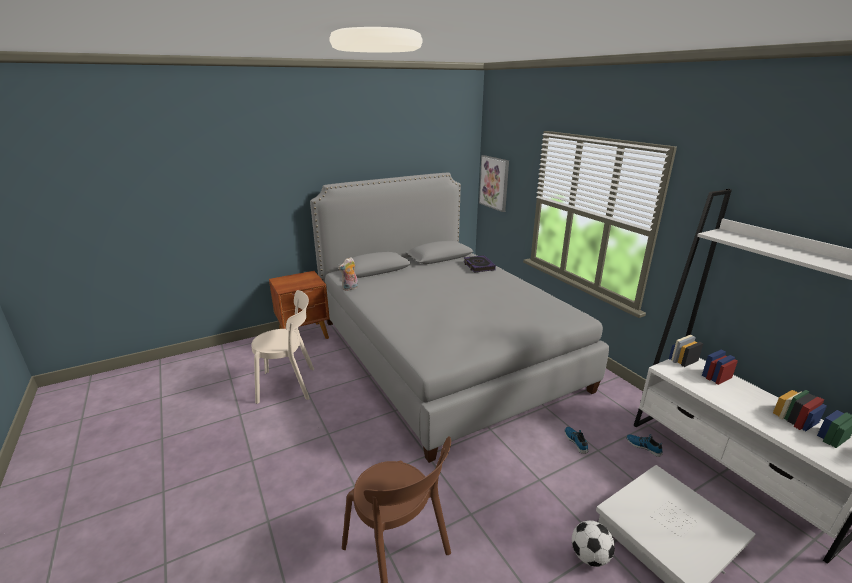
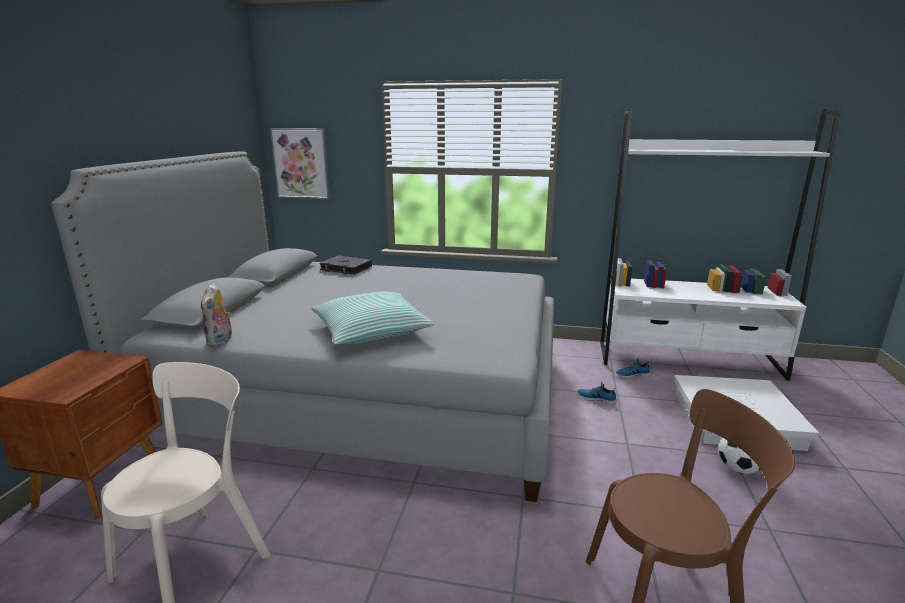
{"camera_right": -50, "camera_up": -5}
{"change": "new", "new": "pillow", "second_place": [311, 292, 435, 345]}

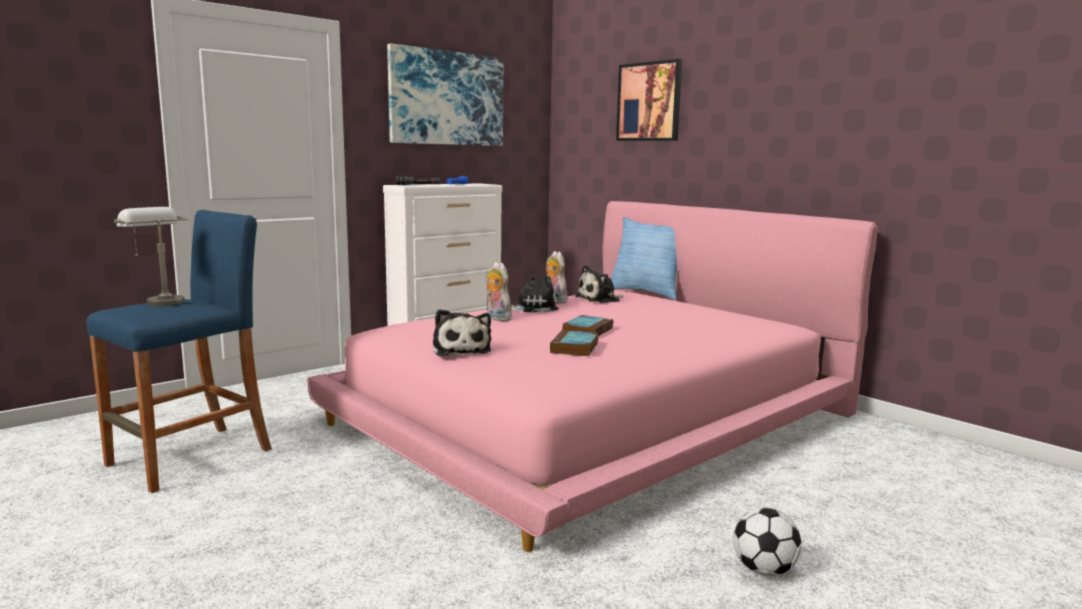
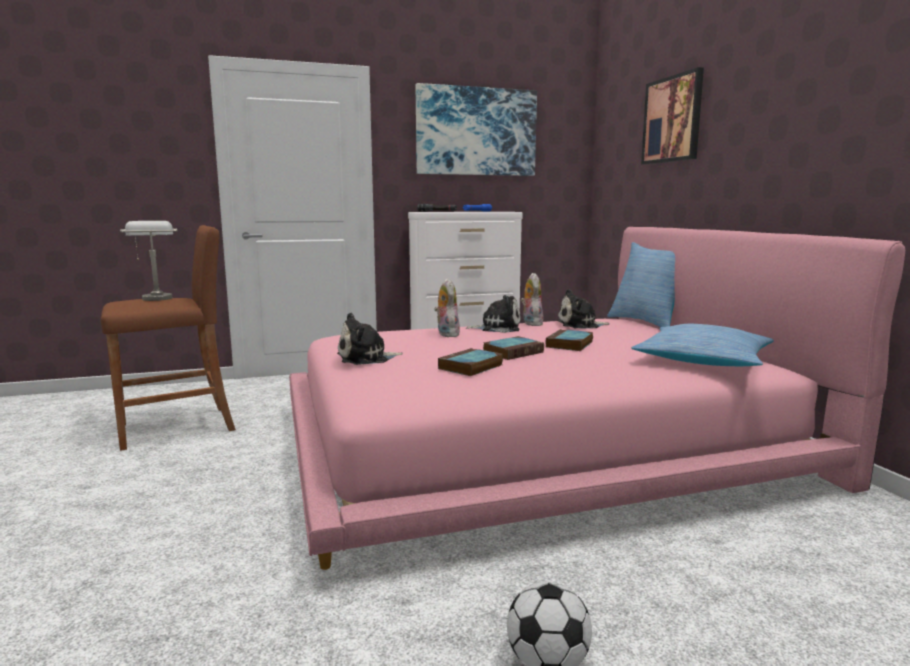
{"camera_right": 25, "camera_up": 0}
{"change": "new", "new": "book", "second_place": [546, 329, 593, 351]}
{"change": "new", "new": "pillow", "second_place": [631, 324, 774, 366]}
{"change": "repainted", "old": "blue stool", "new": "brown stool", "first_place": [86, 210, 272, 493], "second_place": [101, 225, 236, 451]}
{"change": "rotated", "old": "plush toy", "first_place": [433, 309, 491, 357], "second_place": [337, 313, 404, 365], "degrees": 60}

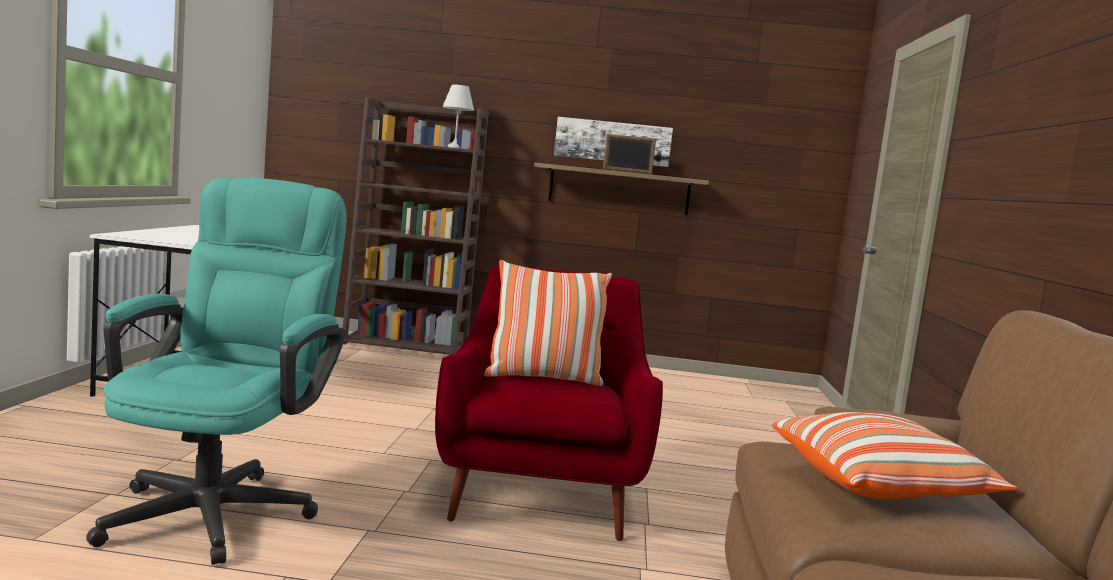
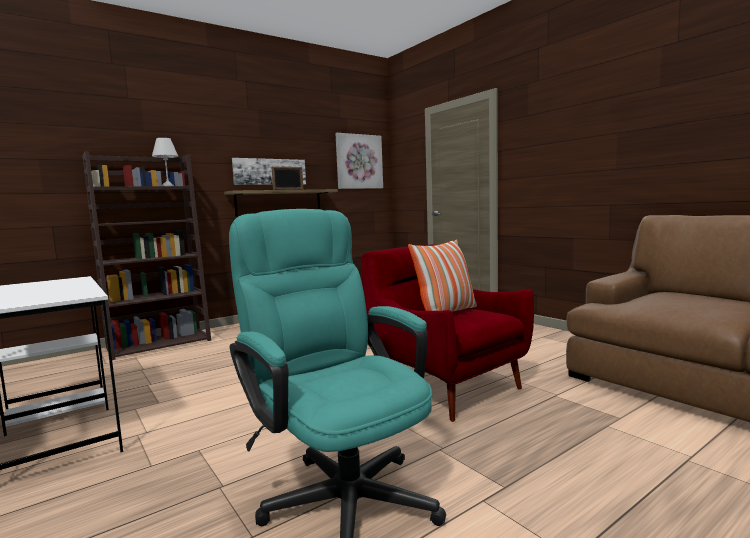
{"camera_right": -40, "camera_up": 0}
{"change": "gone", "old": "pillow", "first_place": [772, 412, 1018, 499]}
{"change": "new", "new": "picture", "second_place": [335, 133, 383, 189]}

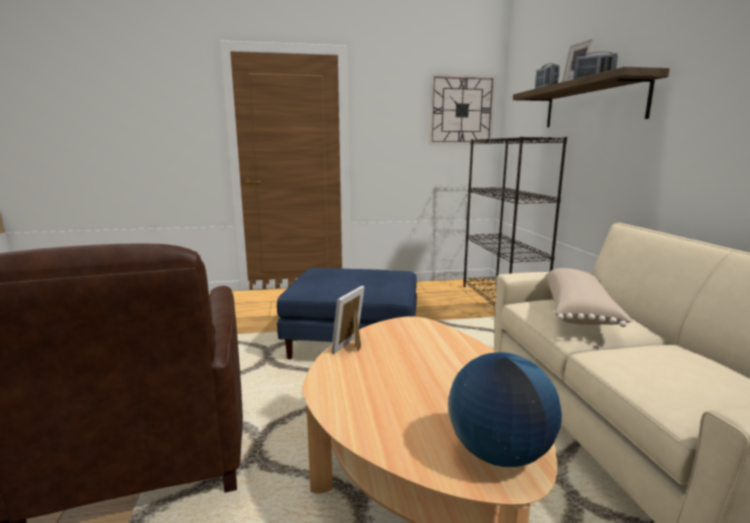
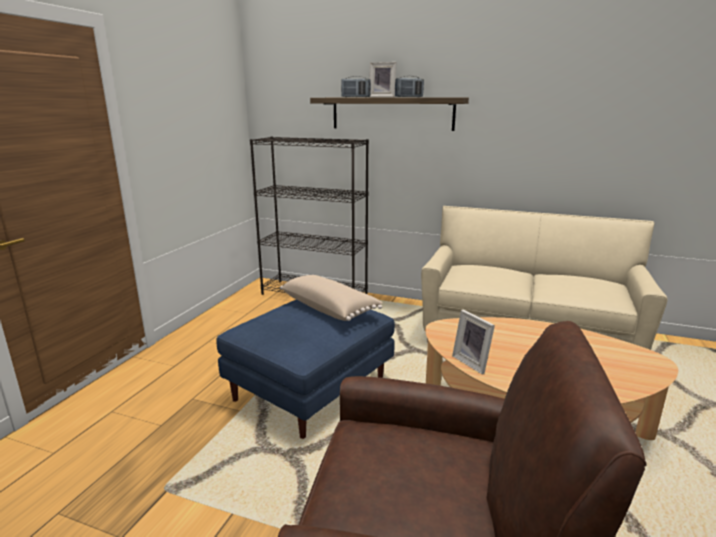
{"camera_right": -60, "camera_up": 5}
{"change": "gone", "old": "wall clock", "first_place": [429, 74, 496, 145]}
{"change": "gone", "old": "globe", "first_place": [448, 352, 562, 467]}
{"change": "shifted", "old": "beige pillow", "first_place": [545, 268, 632, 327], "second_place": [280, 275, 383, 321]}

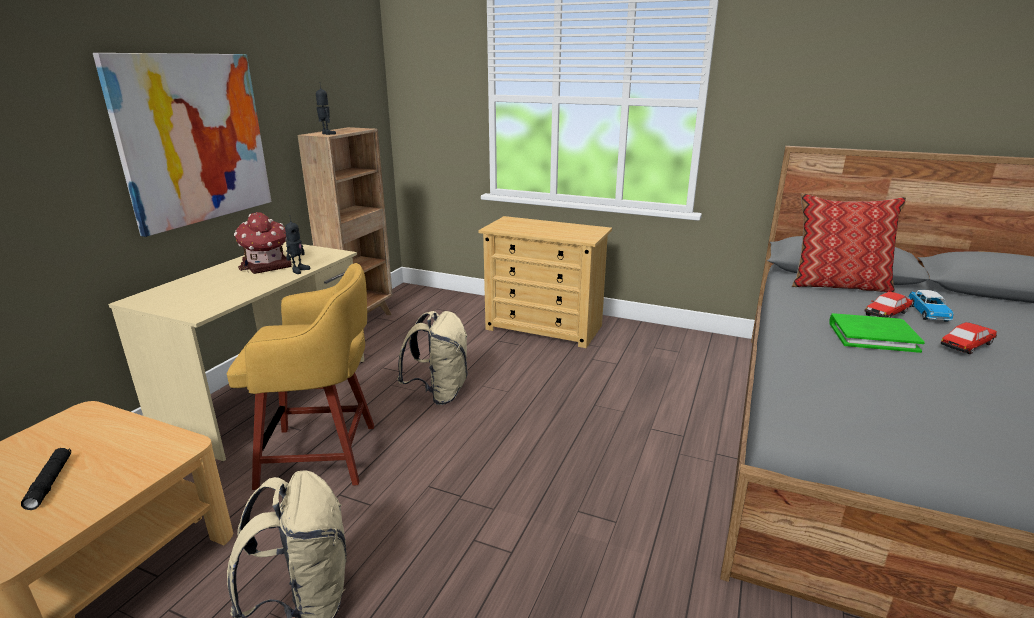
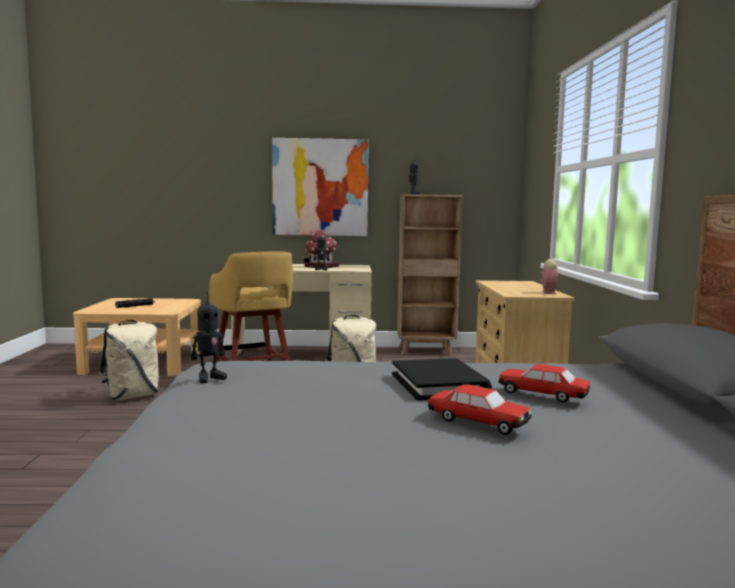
{"camera_right": 65, "camera_up": -15}
{"change": "gone", "old": "pillow", "first_place": [792, 194, 906, 292]}
{"change": "gone", "old": "toy car", "first_place": [908, 290, 954, 322]}
{"change": "new", "new": "toy robot", "second_place": [191, 292, 227, 383]}
{"change": "new", "new": "alarm clock", "second_place": [540, 259, 558, 294]}
{"change": "repainted", "old": "green book", "new": "black book", "first_place": [829, 313, 925, 353], "second_place": [392, 358, 492, 400]}

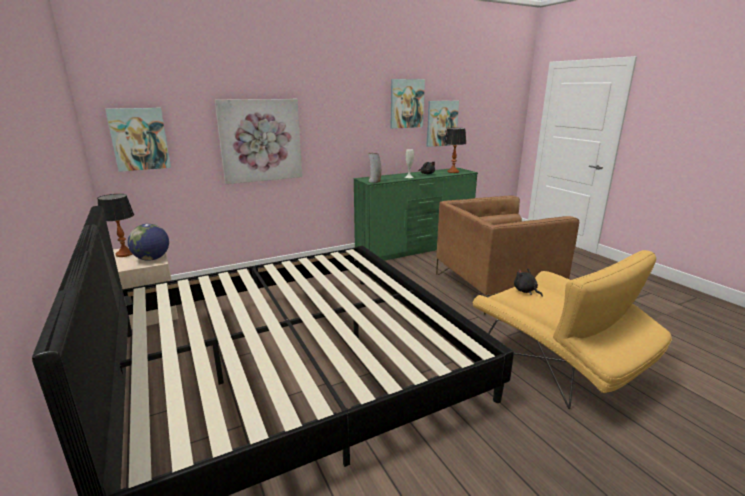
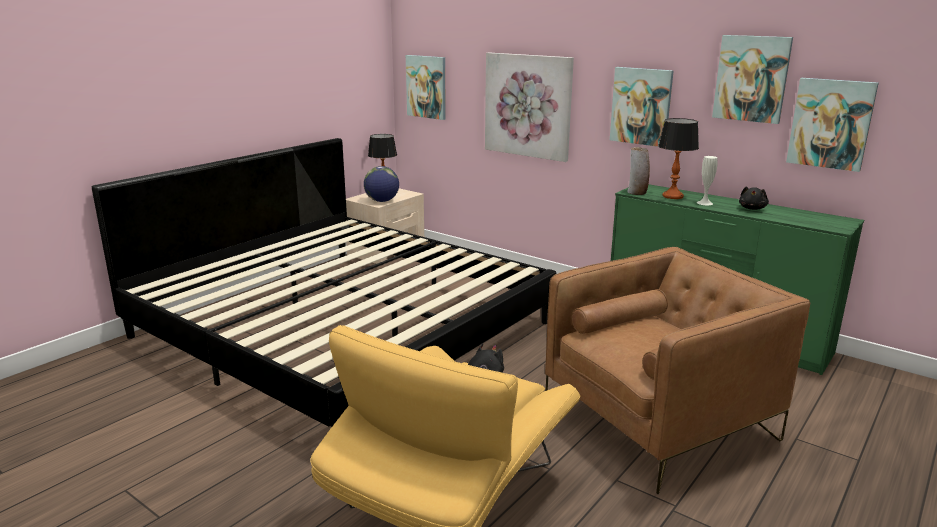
{"camera_right": 65, "camera_up": 0}
{"change": "new", "new": "picture", "second_place": [610, 67, 674, 147]}
{"change": "shifted", "old": "table lamp", "first_place": [444, 127, 467, 173], "second_place": [658, 118, 699, 199]}
{"change": "rotated", "old": "brown armchair", "first_place": [436, 196, 579, 315], "second_place": [545, 247, 810, 494], "degrees": 105}

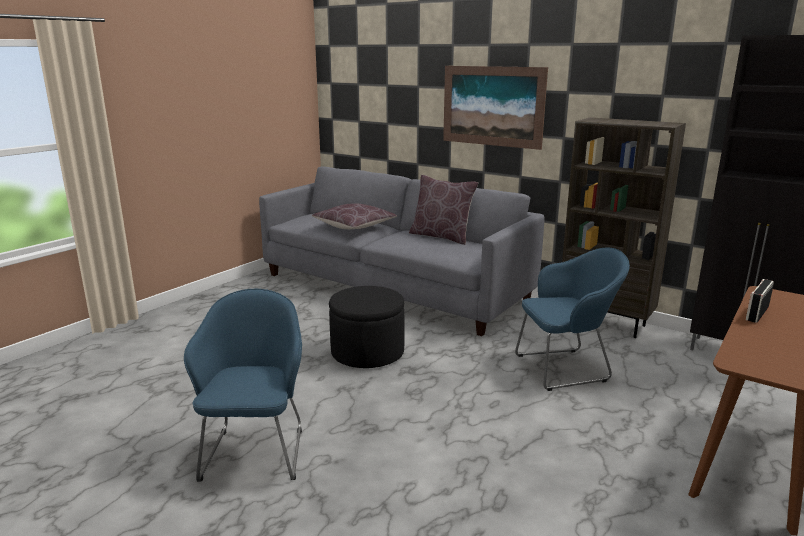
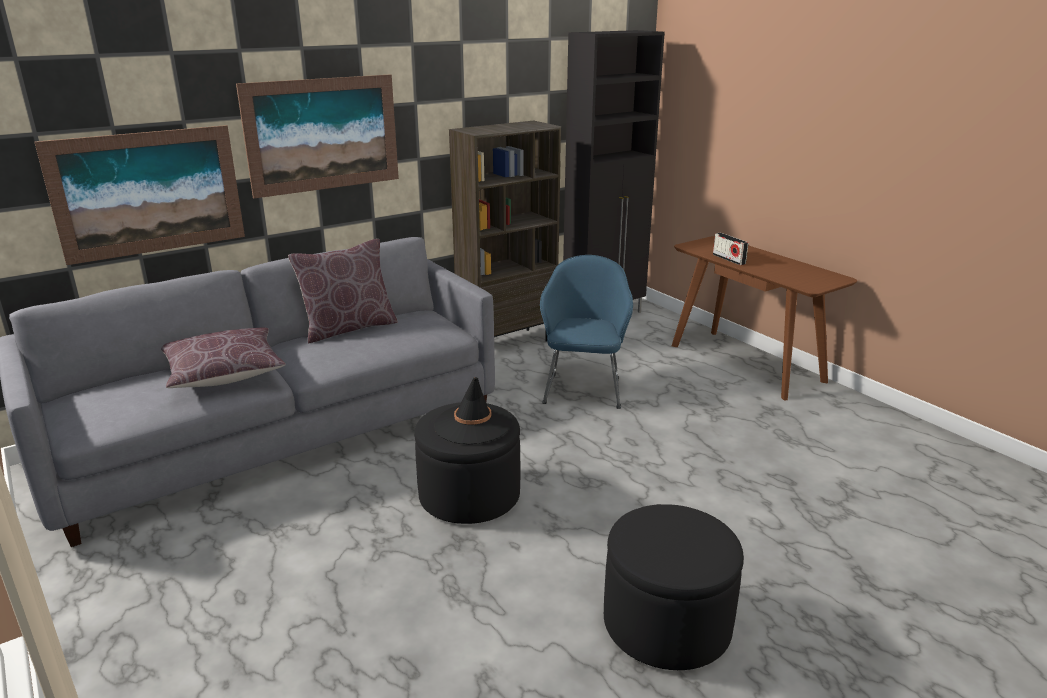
{"camera_right": -70, "camera_up": 5}
{"change": "new", "new": "picture", "second_place": [35, 125, 245, 265]}
{"change": "new", "new": "black hat", "second_place": [434, 377, 512, 444]}
{"change": "swapped", "old": "blue armchair", "new": "black ottoman", "first_place": [184, 289, 302, 482], "second_place": [604, 504, 744, 670]}

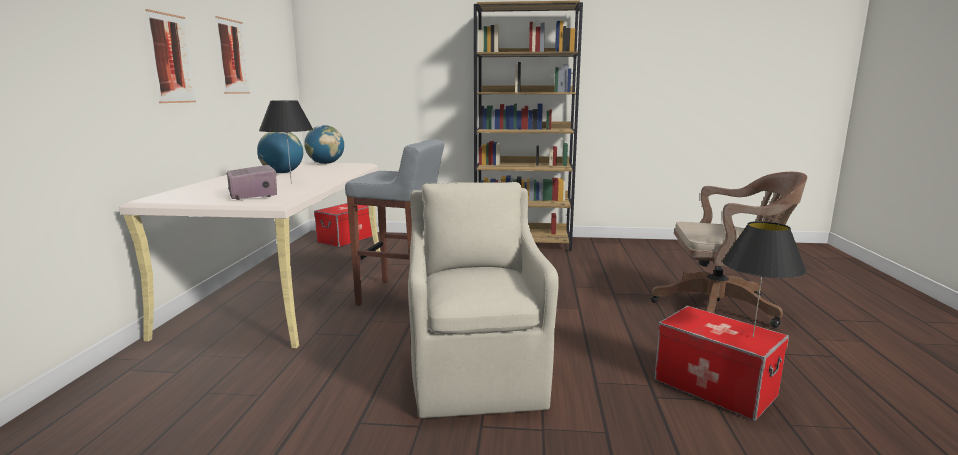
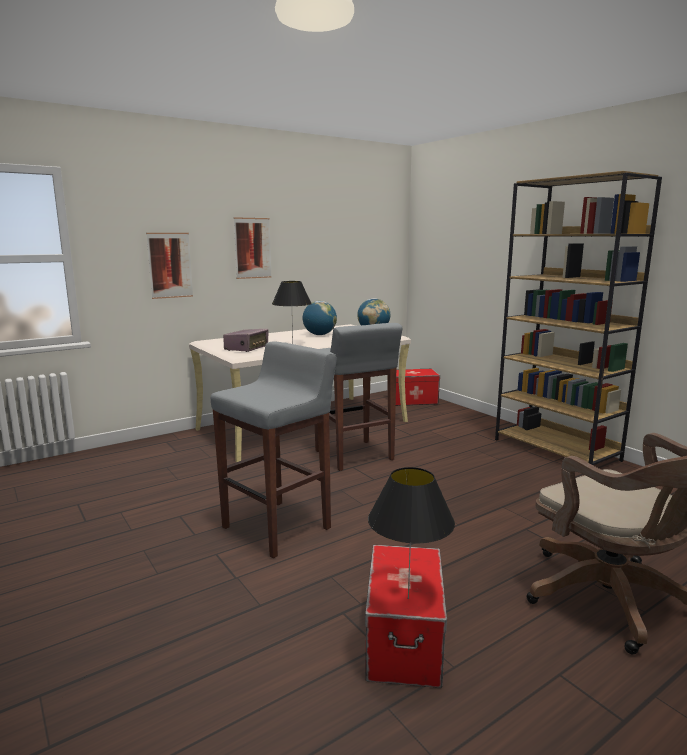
{"camera_right": 50, "camera_up": 0}
{"change": "shifted", "old": "picture", "first_place": [215, 16, 250, 94], "second_place": [146, 233, 193, 299]}
{"change": "swapped", "old": "beige armchair", "new": "grey stool", "first_place": [408, 182, 559, 418], "second_place": [211, 341, 337, 558]}

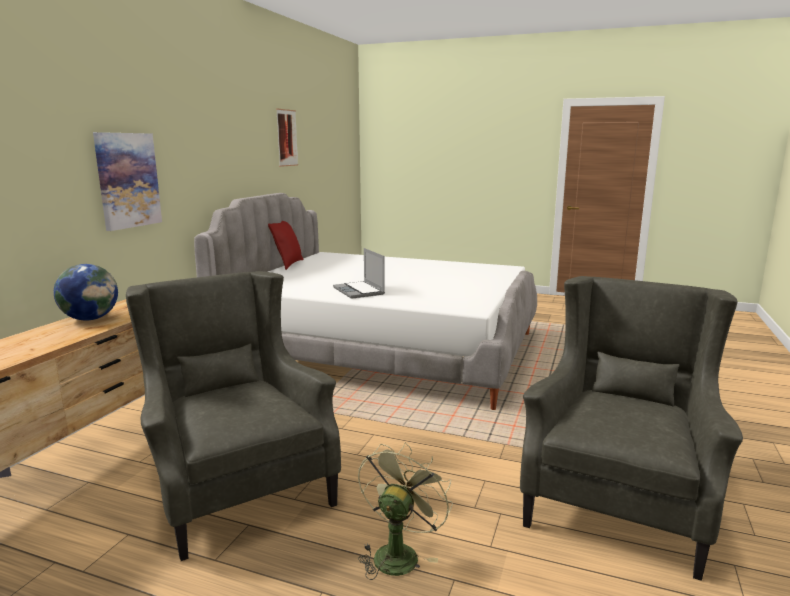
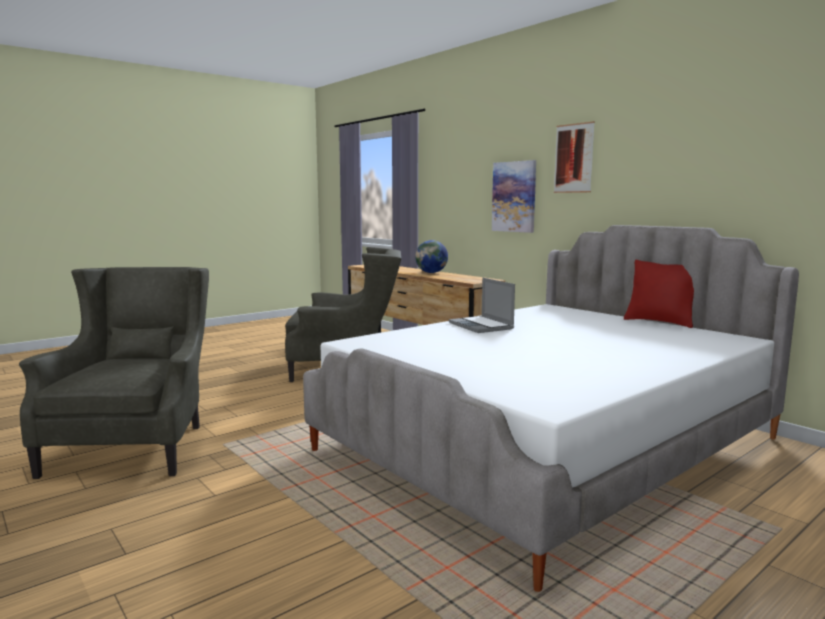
{"camera_right": 120, "camera_up": -5}
{"change": "gone", "old": "green fan", "first_place": [358, 443, 453, 580]}
{"change": "shifted", "old": "picture", "first_place": [276, 108, 298, 167], "second_place": [554, 121, 595, 193]}
{"change": "rotated", "old": "laptop", "first_place": [333, 248, 385, 299], "second_place": [449, 278, 515, 333], "degrees": -120}
{"change": "rotated", "old": "grey armchair", "first_place": [520, 276, 743, 581], "second_place": [19, 267, 209, 479], "degrees": -150}

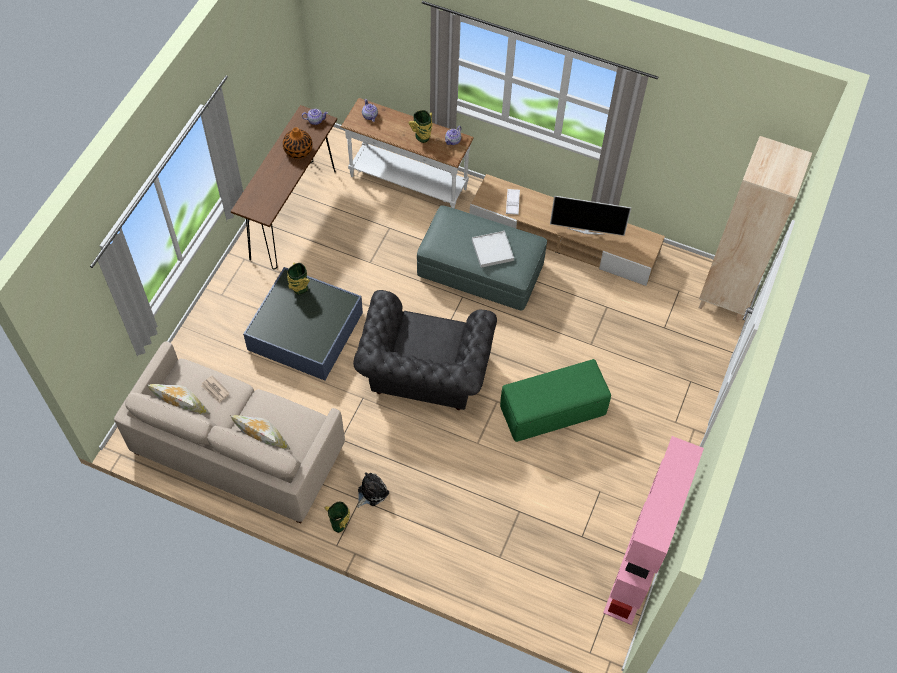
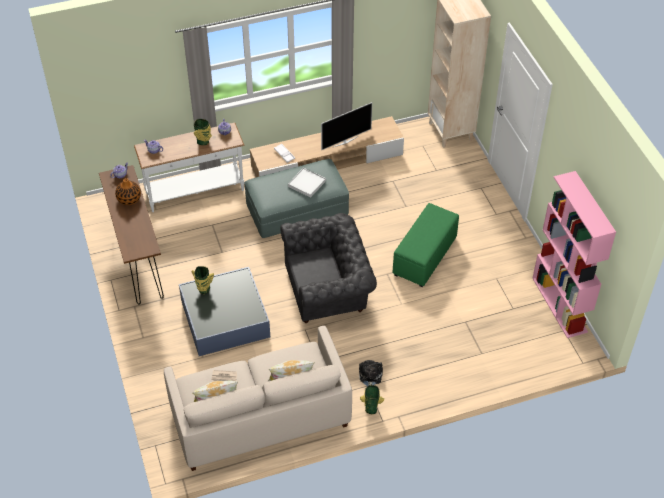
{"camera_right": -40, "camera_up": -10}
{"change": "rotated", "old": "grey armchair", "first_place": [353, 290, 497, 410], "second_place": [280, 213, 377, 323], "degrees": -75}

